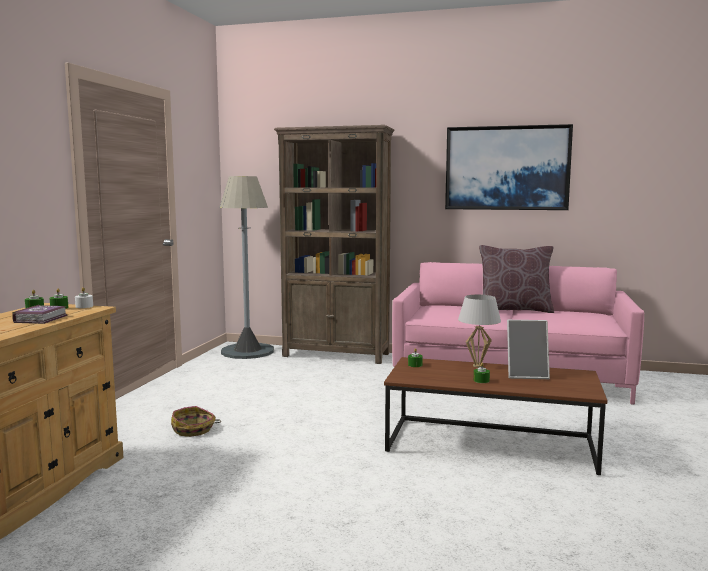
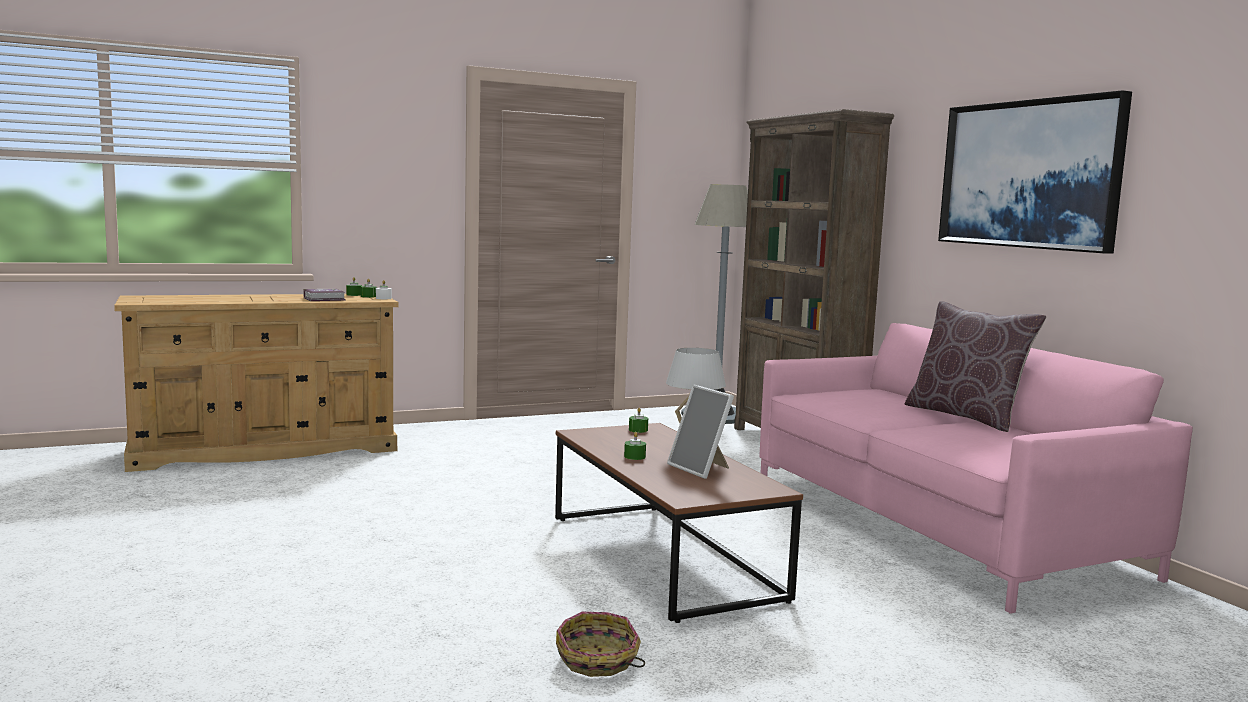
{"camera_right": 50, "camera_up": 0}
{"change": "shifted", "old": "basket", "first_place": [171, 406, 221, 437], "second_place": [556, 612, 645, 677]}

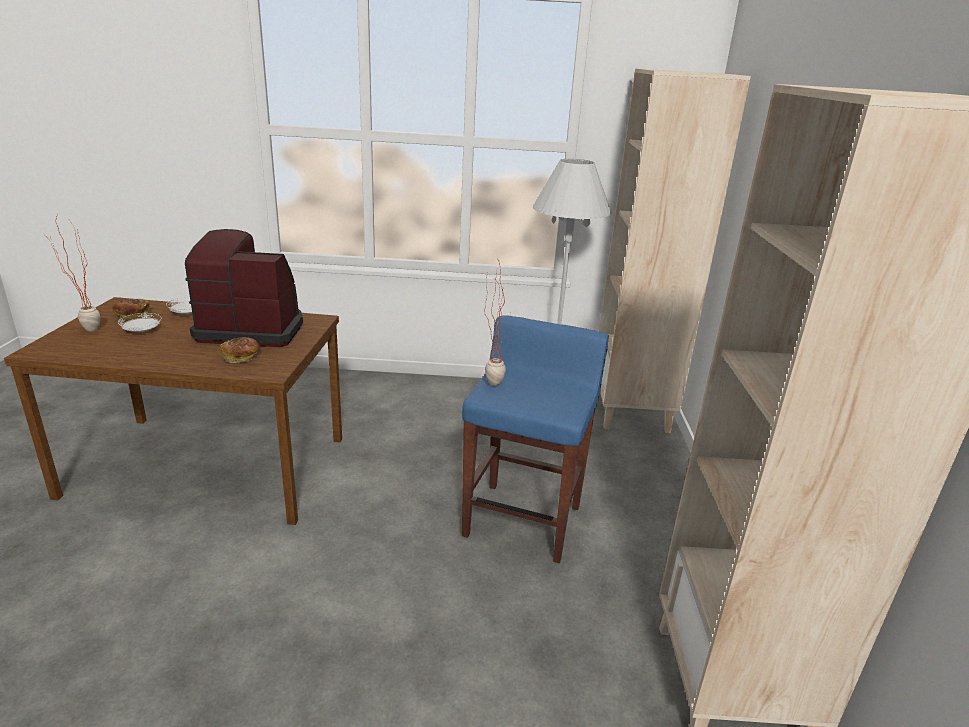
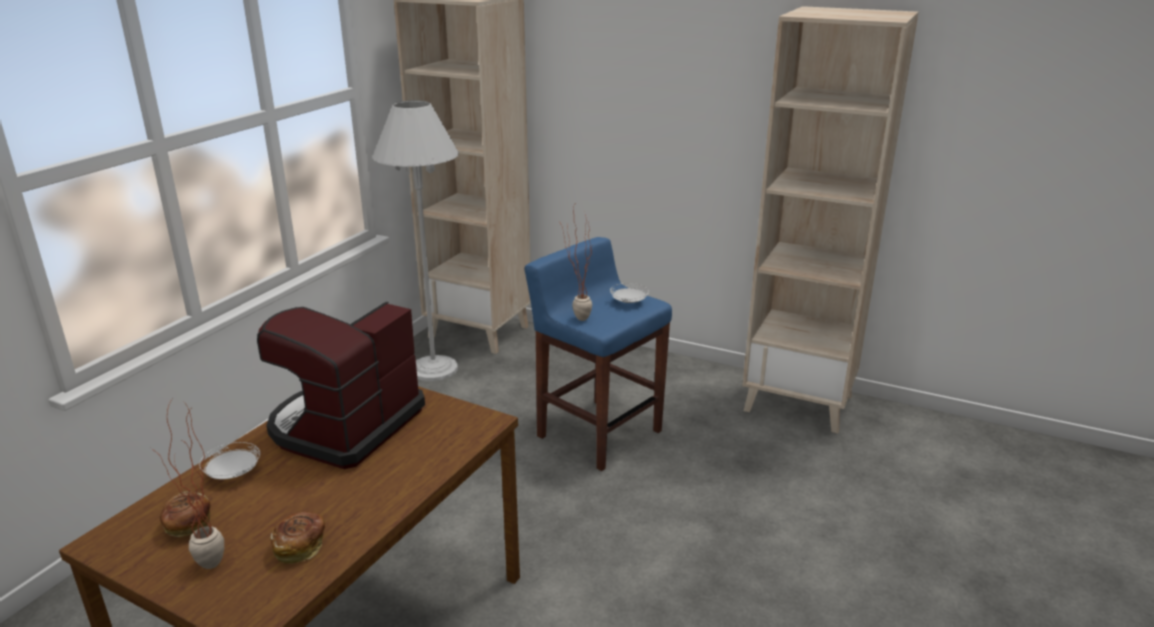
{"camera_right": -65, "camera_up": 0}
{"change": "shifted", "old": "white plate", "first_place": [118, 313, 161, 332], "second_place": [610, 283, 649, 303]}
{"change": "shifted", "old": "bread", "first_place": [220, 337, 260, 363], "second_place": [270, 511, 325, 564]}

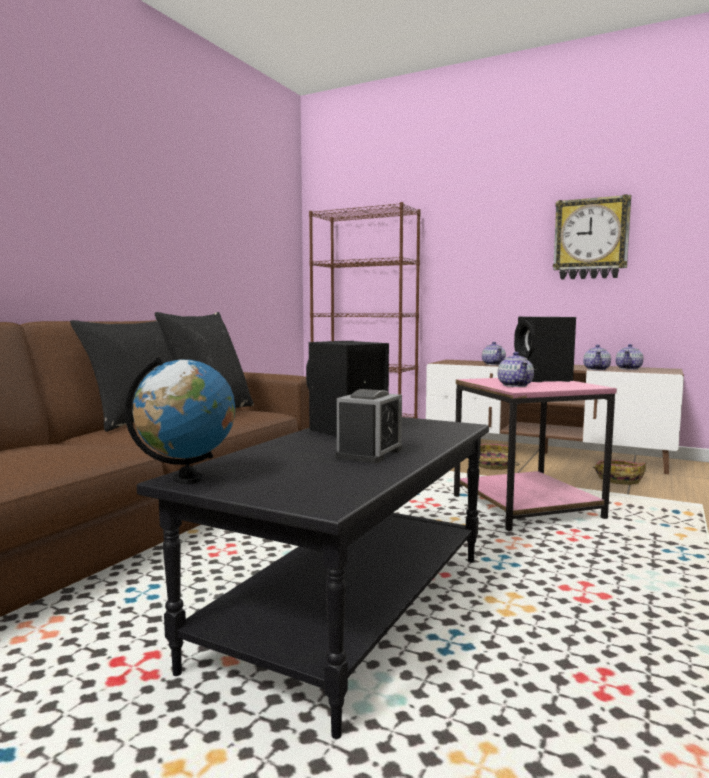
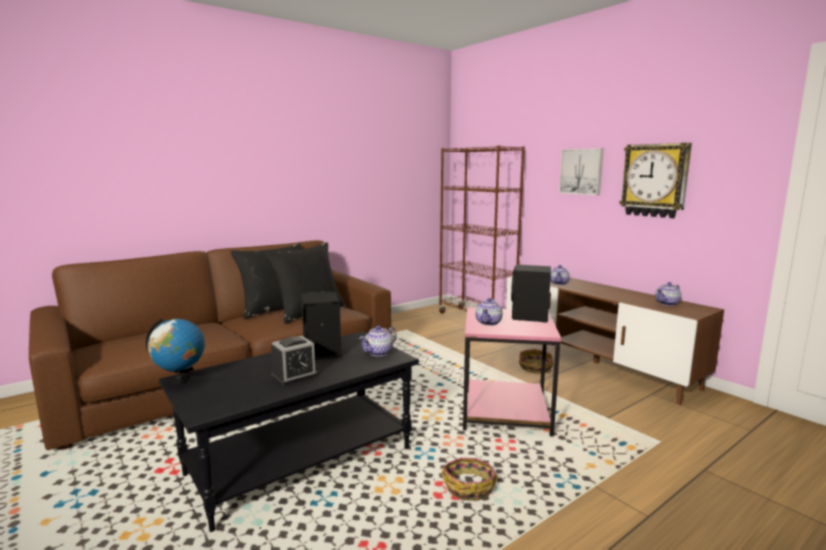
{"camera_right": 25, "camera_up": 5}
{"change": "new", "new": "picture", "second_place": [559, 148, 604, 195]}
{"change": "shifted", "old": "teapot", "first_place": [583, 344, 611, 370], "second_place": [359, 326, 397, 356]}
{"change": "shifted", "old": "basket", "first_place": [592, 460, 646, 485], "second_place": [441, 458, 498, 501]}

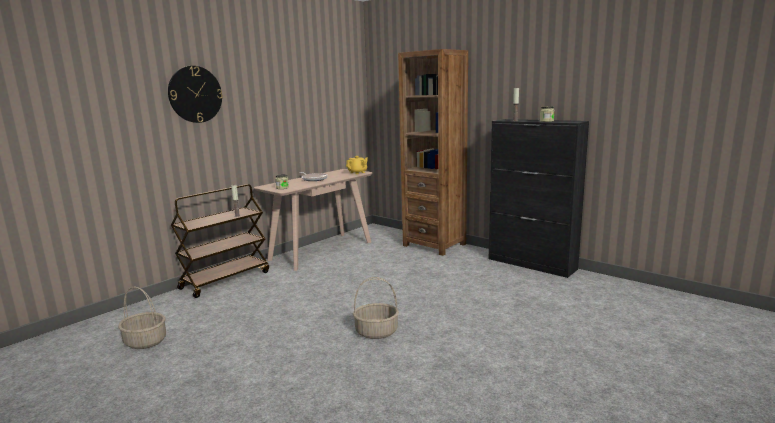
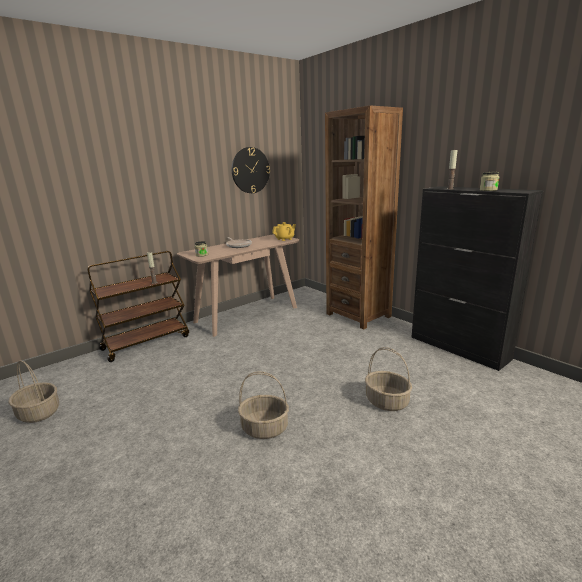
{"camera_right": 10, "camera_up": 5}
{"change": "new", "new": "basket", "second_place": [365, 347, 412, 411]}
{"change": "shifted", "old": "wall clock", "first_place": [168, 66, 223, 123], "second_place": [232, 147, 270, 193]}

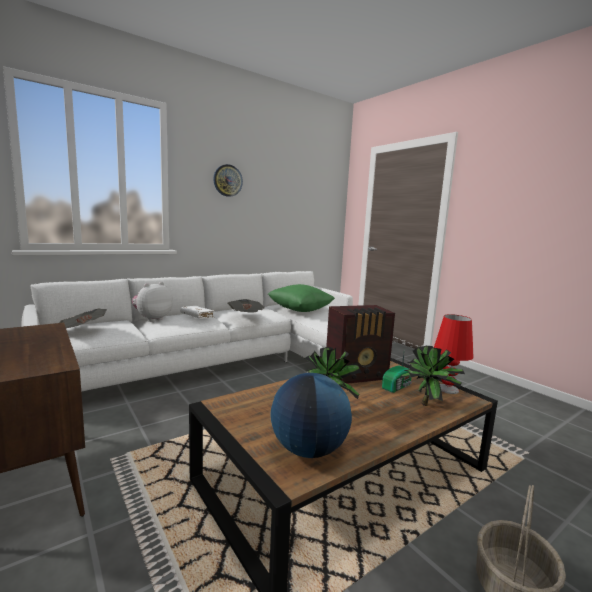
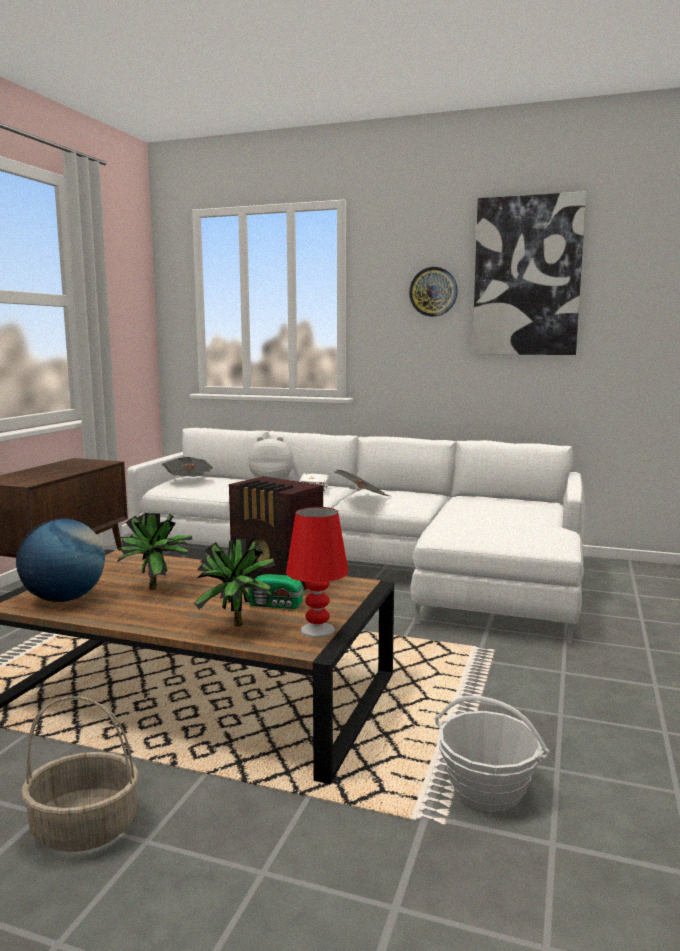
{"camera_right": 55, "camera_up": 0}
{"change": "gone", "old": "green pillow", "first_place": [268, 284, 335, 312]}
{"change": "new", "new": "basket", "second_place": [435, 695, 550, 812]}
{"change": "new", "new": "picture", "second_place": [472, 191, 586, 355]}

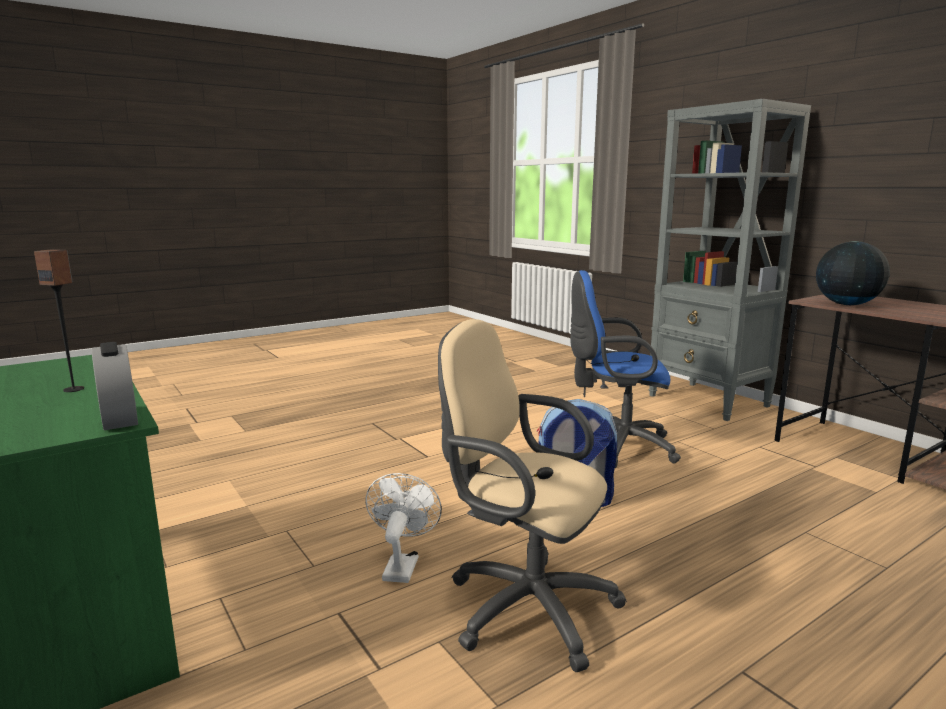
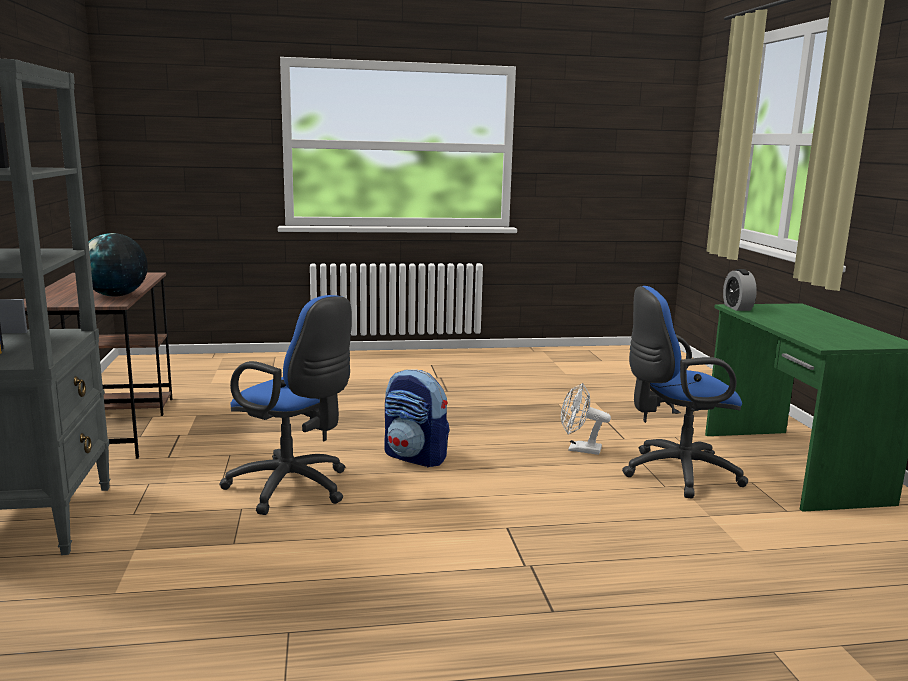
{"camera_right": -155, "camera_up": 0}
{"change": "gone", "old": "speaker", "first_place": [34, 249, 84, 392]}
{"change": "gone", "old": "beige office chair", "first_place": [438, 319, 627, 672]}
{"change": "new", "new": "blue office chair", "second_place": [622, 286, 748, 498]}
{"change": "rotated", "old": "white fan", "first_place": [365, 473, 442, 583], "second_place": [561, 383, 611, 455], "degrees": 75}

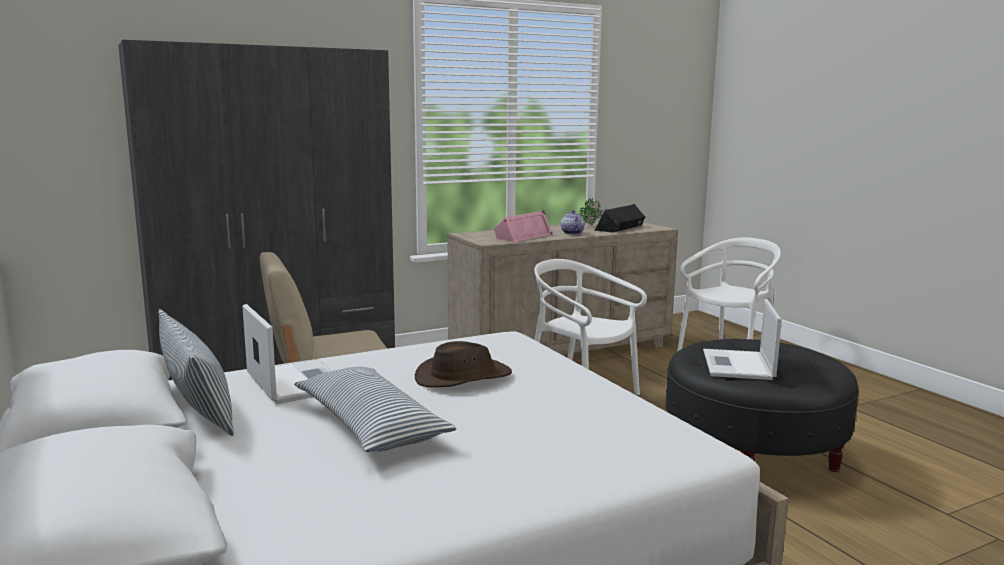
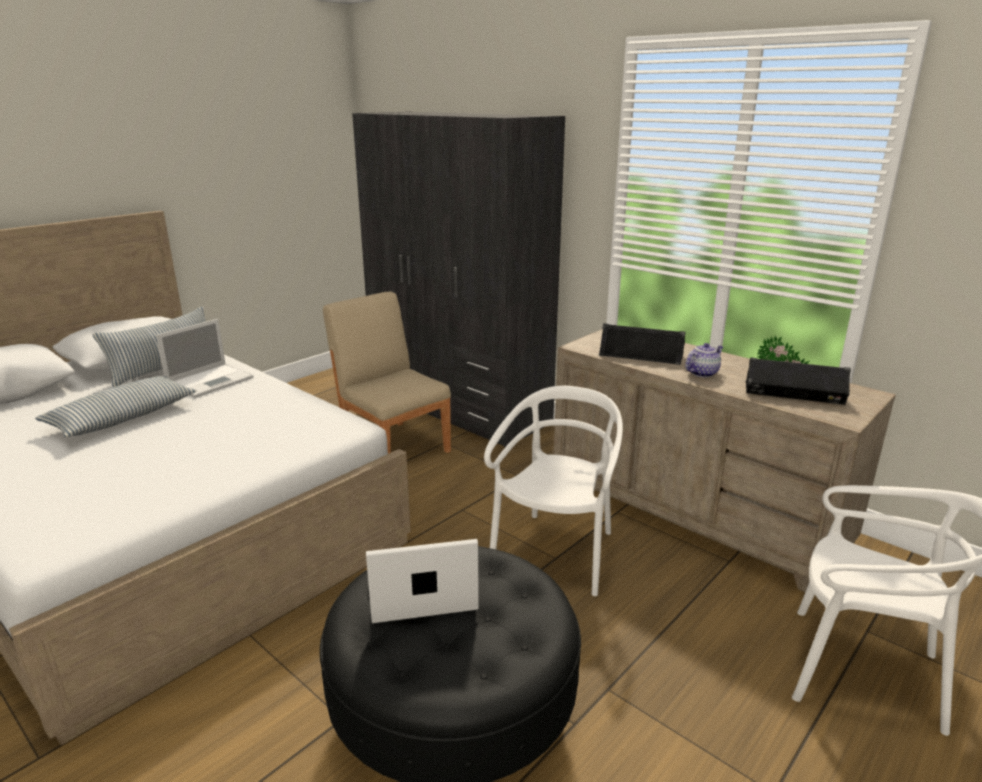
{"camera_right": 70, "camera_up": 10}
{"change": "gone", "old": "brown hat", "first_place": [415, 341, 512, 387]}
{"change": "repainted", "old": "pink speaker", "new": "black speaker", "first_place": [493, 210, 553, 242], "second_place": [599, 323, 685, 365]}

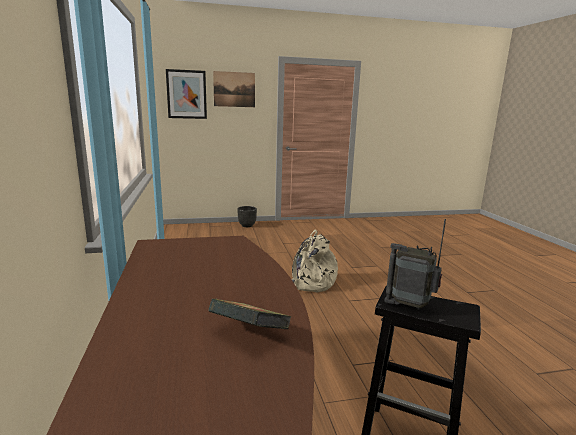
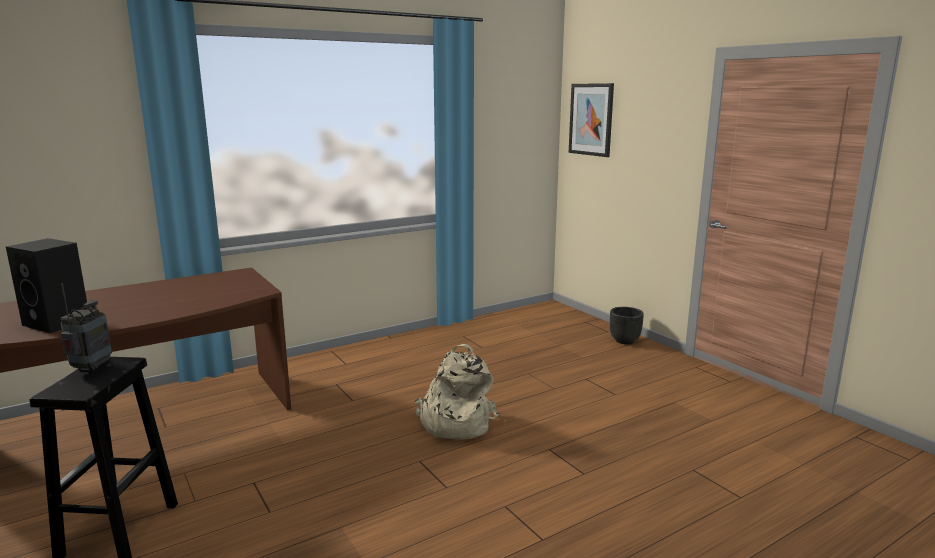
{"camera_right": 70, "camera_up": 0}
{"change": "gone", "old": "picture", "first_place": [213, 71, 255, 107]}
{"change": "swapped", "old": "book", "new": "black speaker", "first_place": [209, 299, 292, 329], "second_place": [6, 238, 87, 333]}

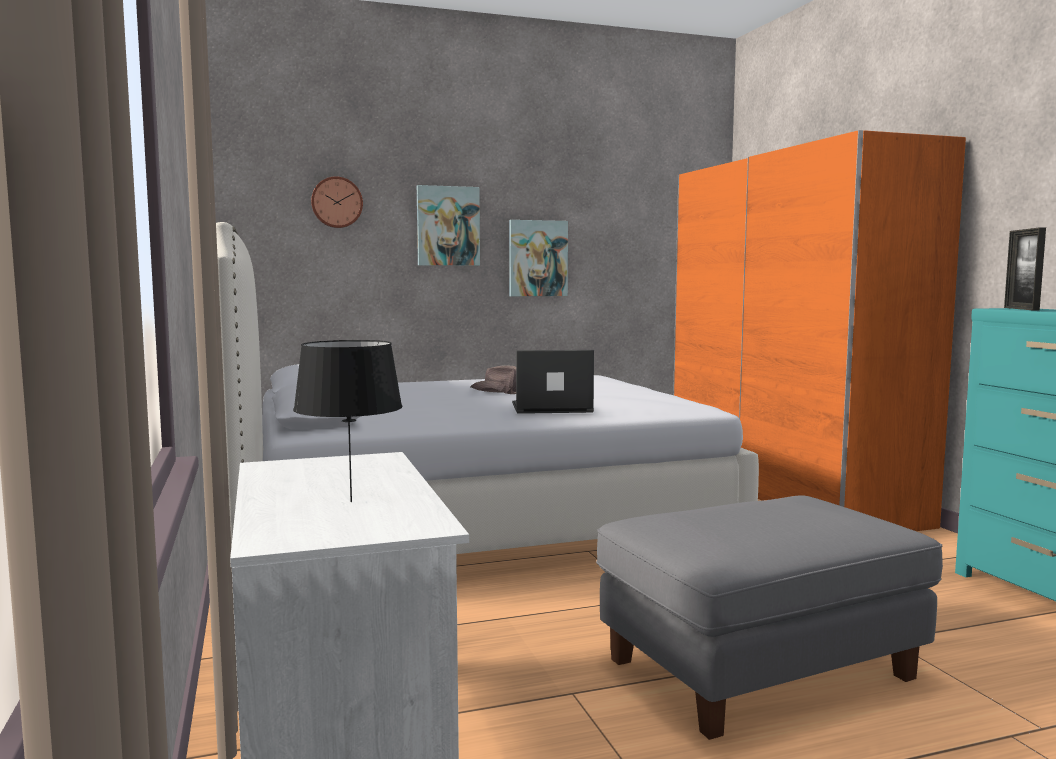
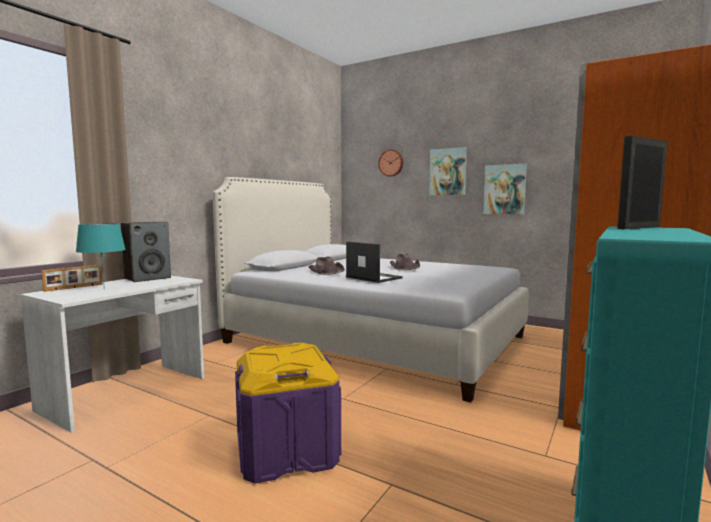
{"camera_right": 50, "camera_up": 0}
{"change": "new", "new": "picture frame", "second_place": [42, 265, 103, 292]}
{"change": "new", "new": "speaker", "second_place": [121, 222, 171, 282]}
{"change": "new", "new": "brown hat", "second_place": [308, 256, 345, 275]}
{"change": "swapped", "old": "grey ottoman", "new": "purple storage box", "first_place": [596, 495, 943, 740], "second_place": [235, 343, 341, 484]}
{"change": "repainted", "old": "black table lamp", "new": "turquoise table lamp", "first_place": [293, 340, 402, 502], "second_place": [76, 224, 126, 289]}

